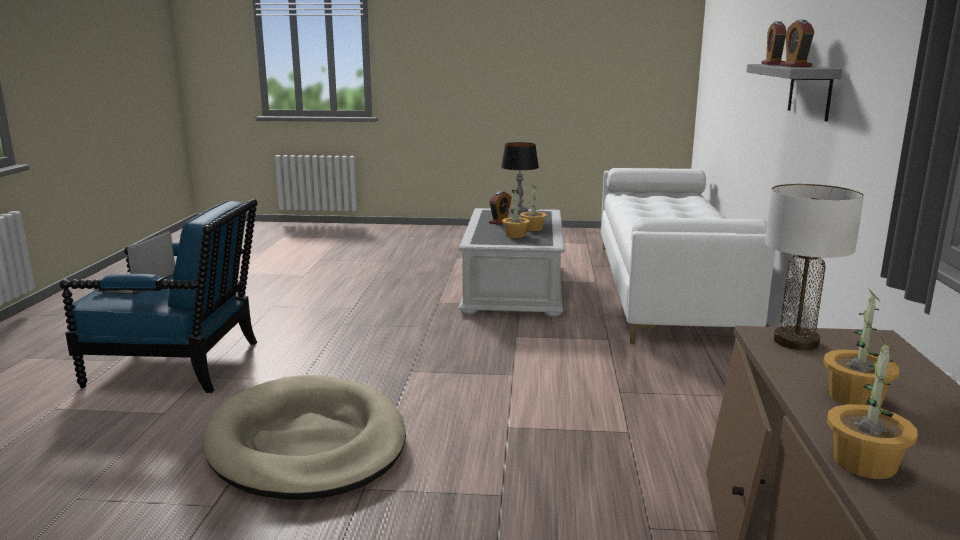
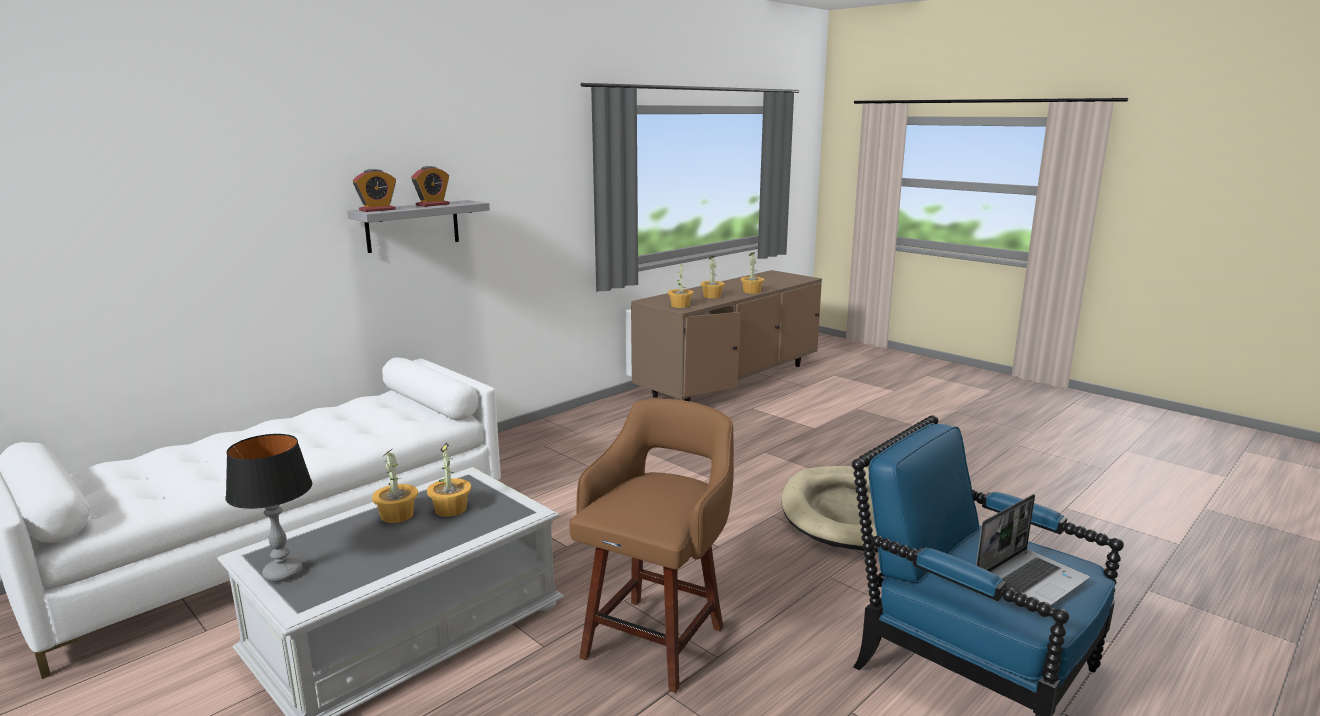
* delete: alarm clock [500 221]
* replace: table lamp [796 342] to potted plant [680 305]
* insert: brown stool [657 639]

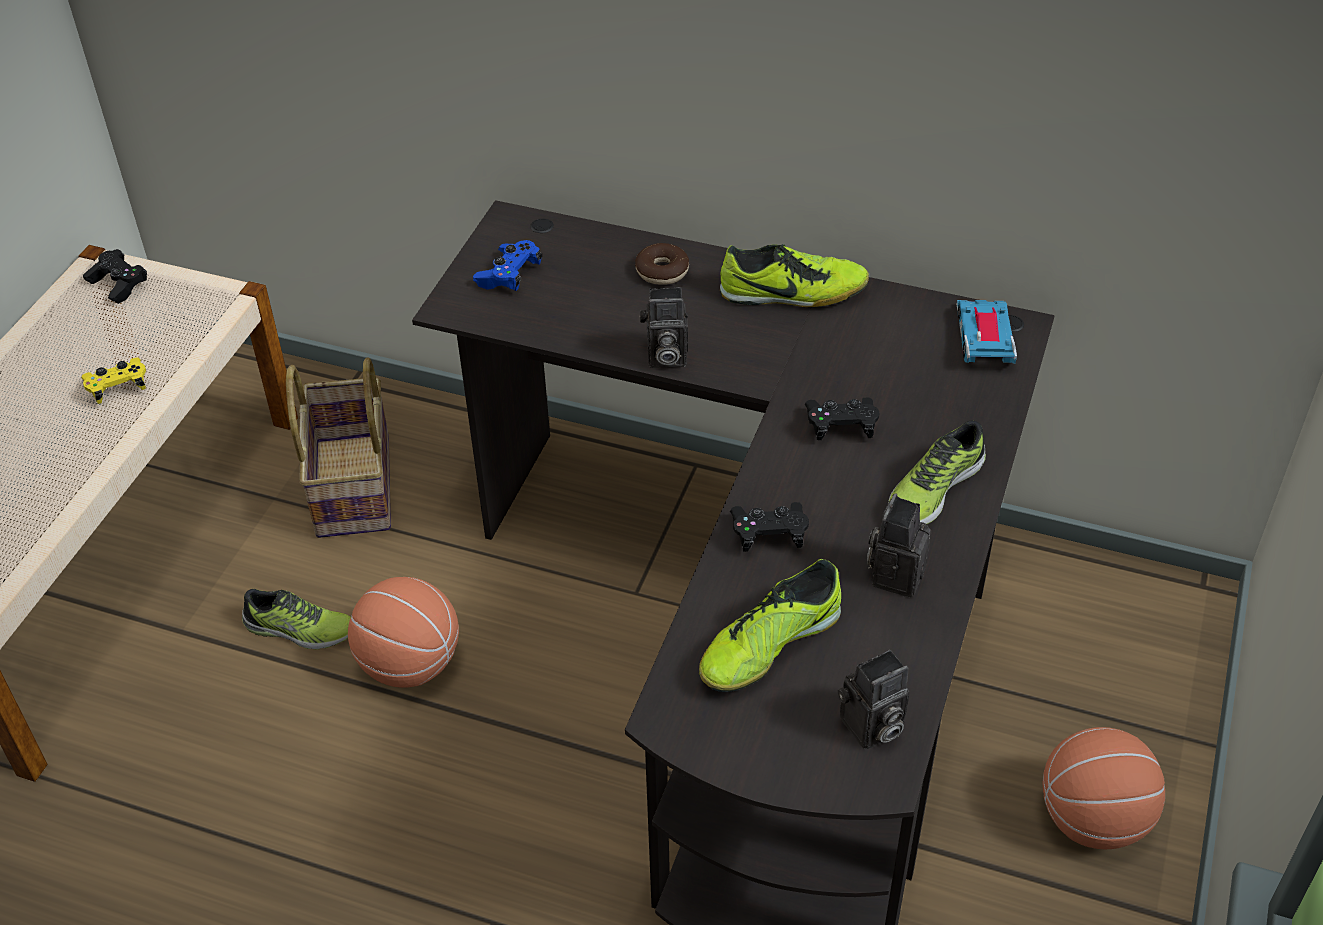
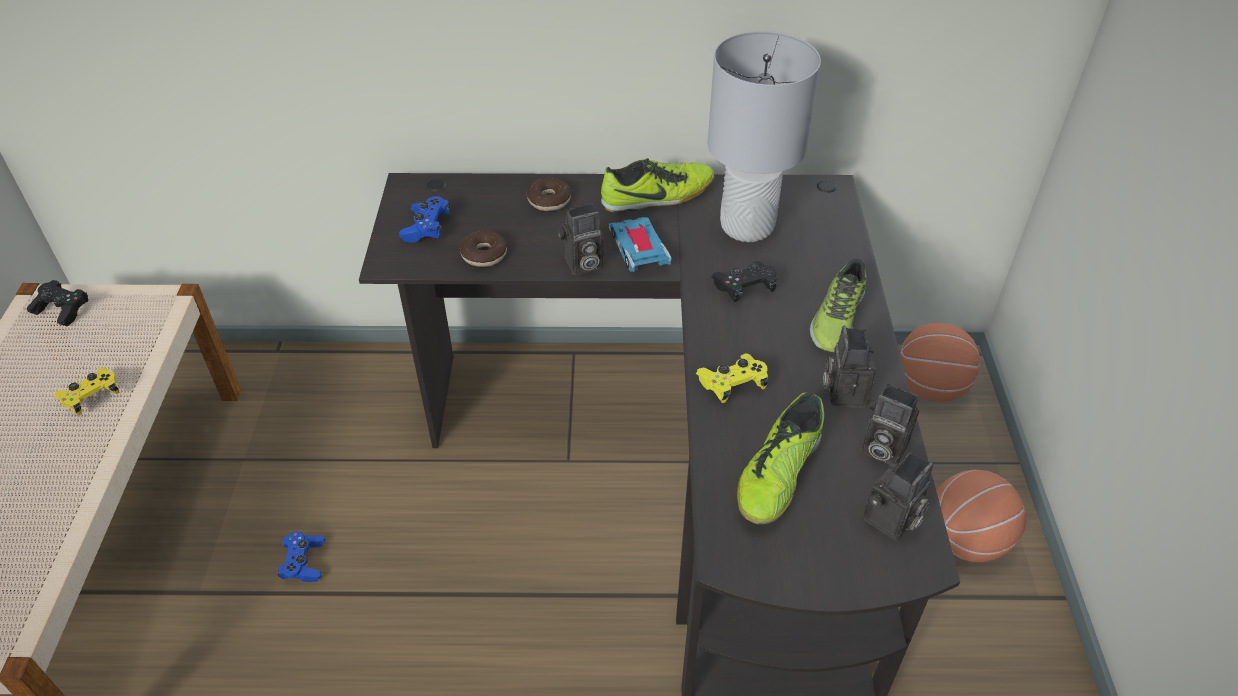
* replace: shoe [299 630] to blue game controller [304 563]
* delete: basket [351 485]
* move: basketball [411 664] to [930 388]
* recolor: black game controller [769 535] to yellow game controller [732 385]
* move: toy car [984 337] to [638 248]
* insert: donut [484 255]
* insert: grey table lamp [746 231]
* insert: photo camera [881 448]

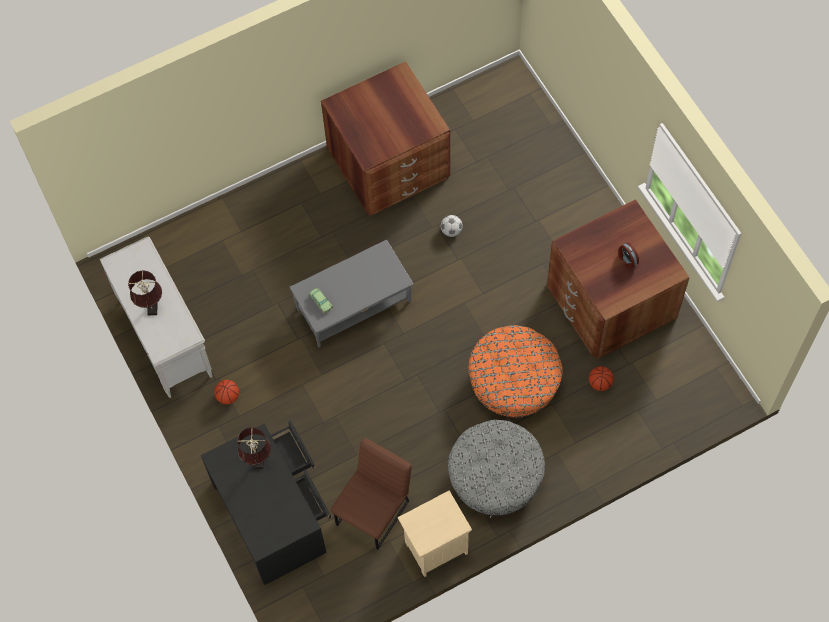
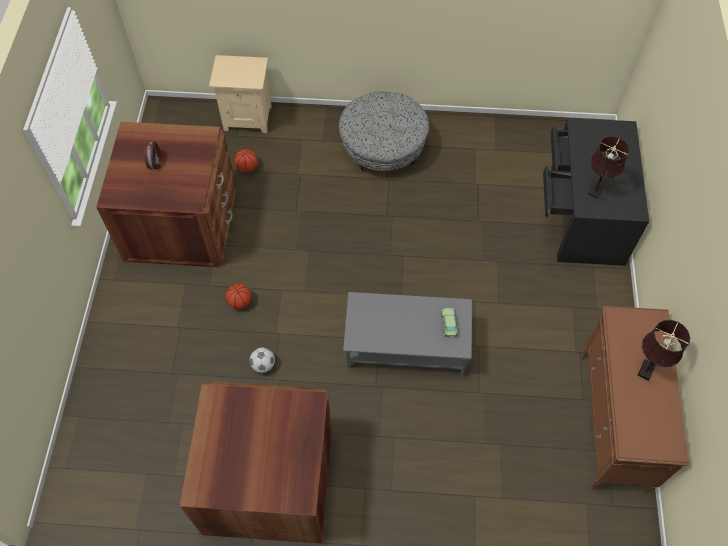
* recolor: white dresser [166 338] to brown dresser [612 422]
* move: basketball [228 396] to [240 302]
* delete: brown chair [374 511]
* move: beige nightstand [434 547] to [248 119]
* delete: orange ottoman [514 383]

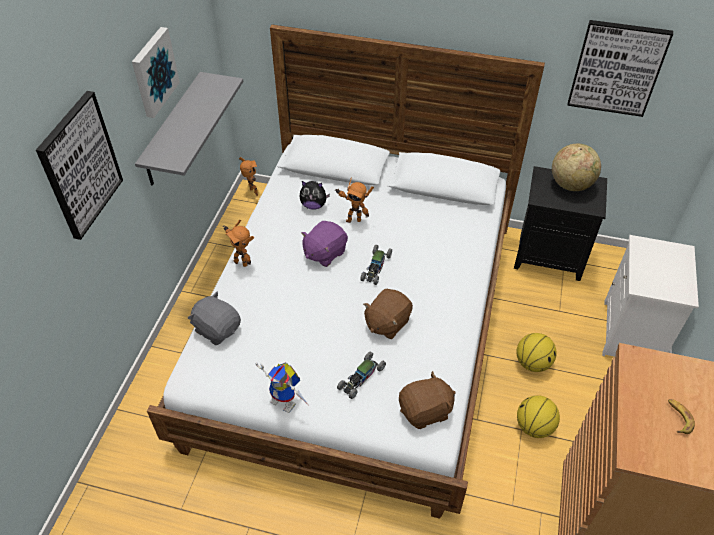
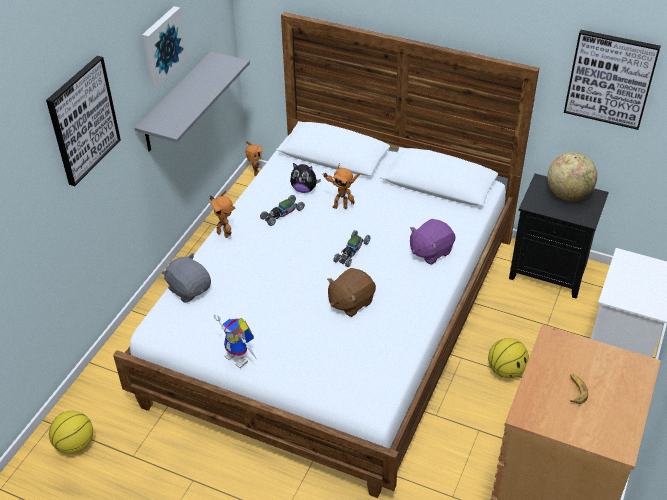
* move: purple plush toy [324 253] to [430 251]
* move: toy car [361 378] to [282 214]
* delete: brown plush toy [425 411]
* move: basketball [534 427] to [75 444]

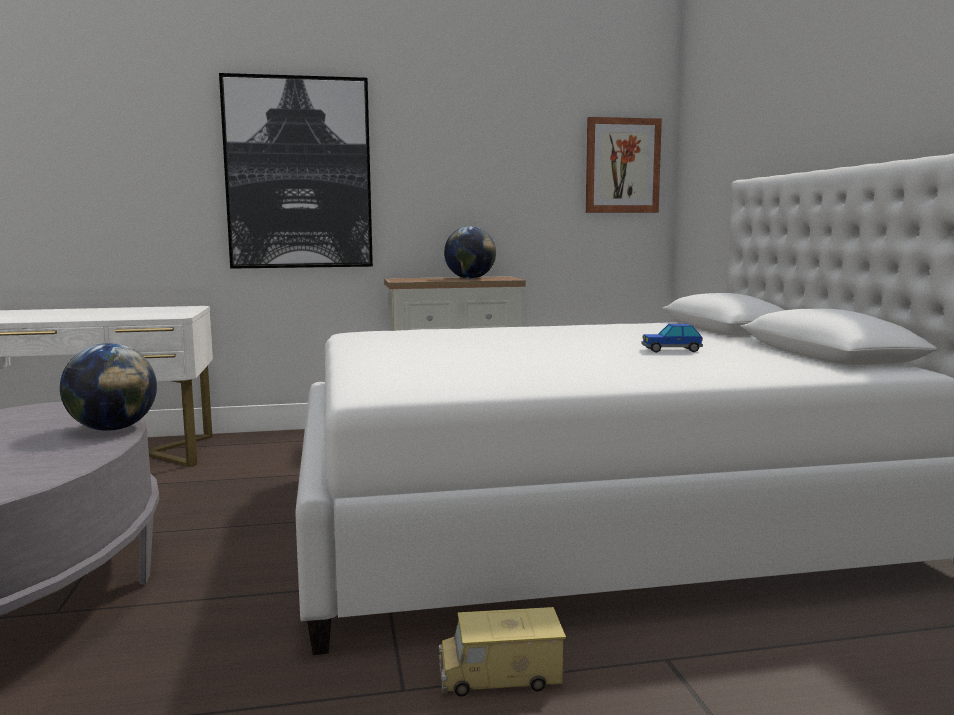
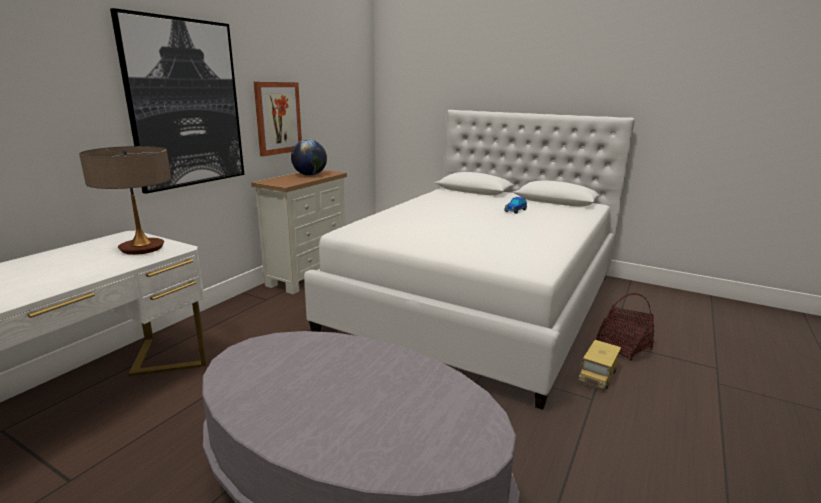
* delete: globe [112 429]
* move: picture [622 166] to [278 118]
* insert: table lamp [142 248]
* insert: basket [623 347]

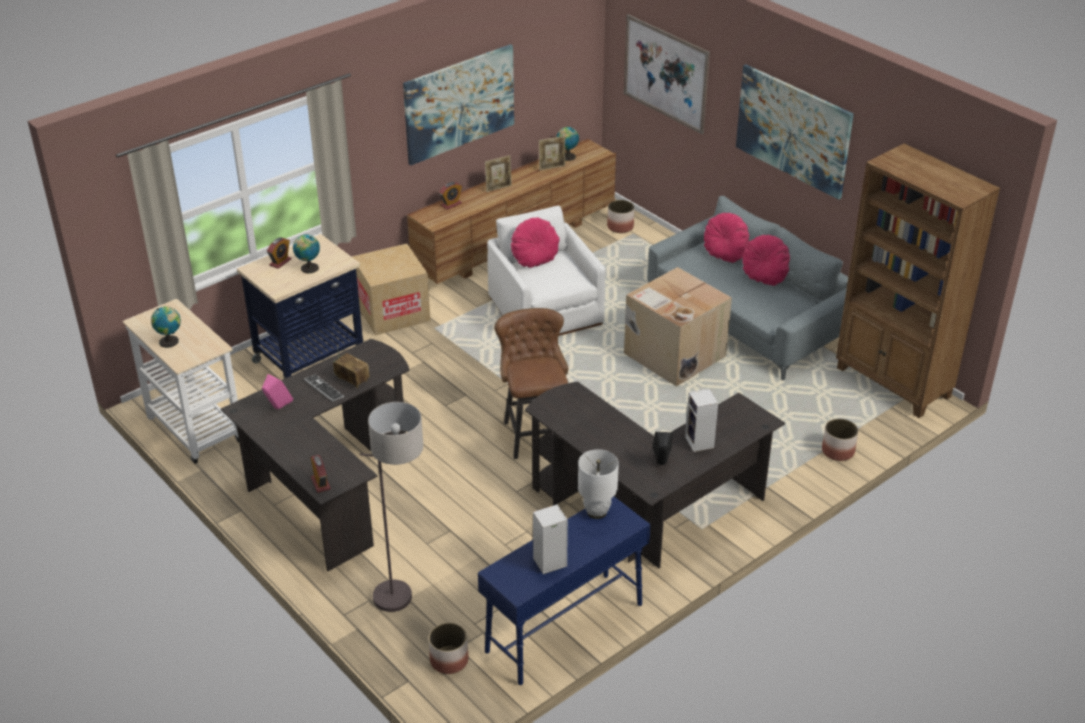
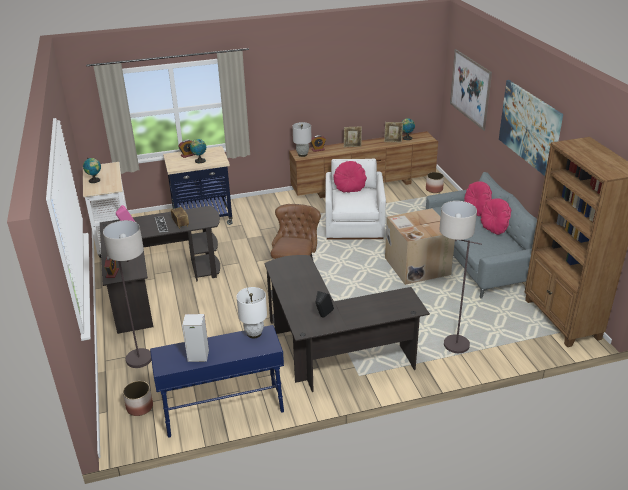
* delete: cardboard box [393 312]
* delete: picture [459 103]
* delete: speaker [700 443]
* delete: planter [837 451]
* insert: white table lamp [302 154]
* insert: grey floor lamp [448 343]

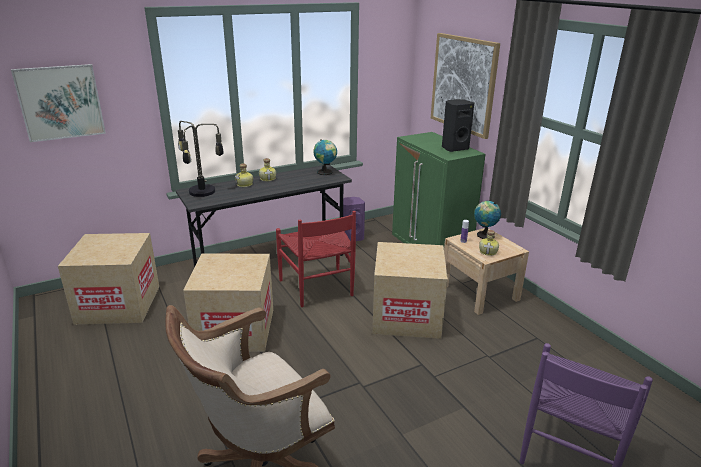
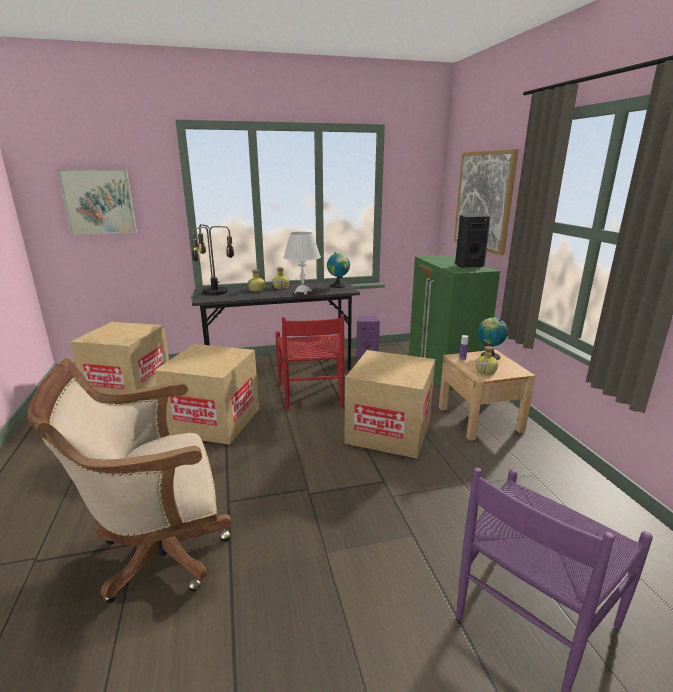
* insert: white table lamp [303 292]

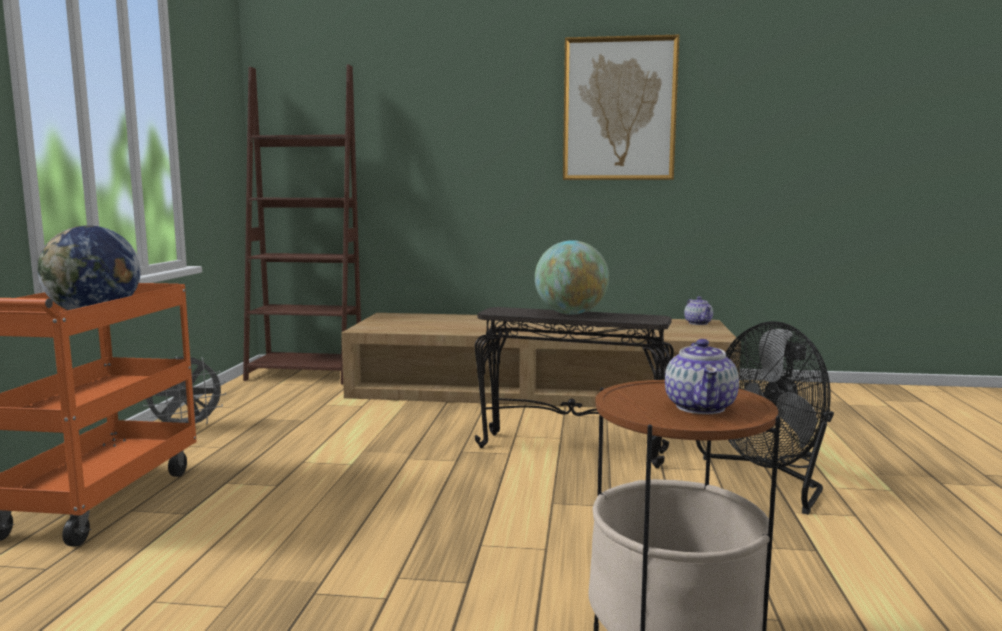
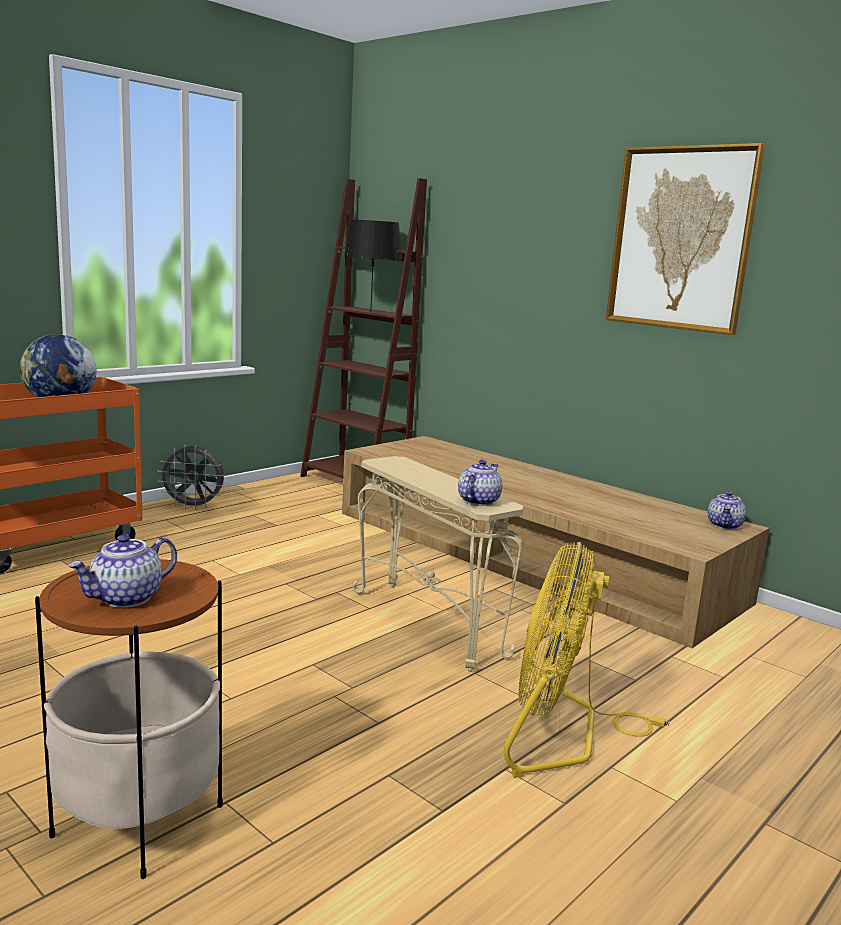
* recolor: black side table [570 450] to beige side table [426 624]
* delete: globe [571 314]
* recolor: black fan [771 477] to yellow fan [564 727]
* insert: black table lamp [370 311]
* insert: teapot [478 501]

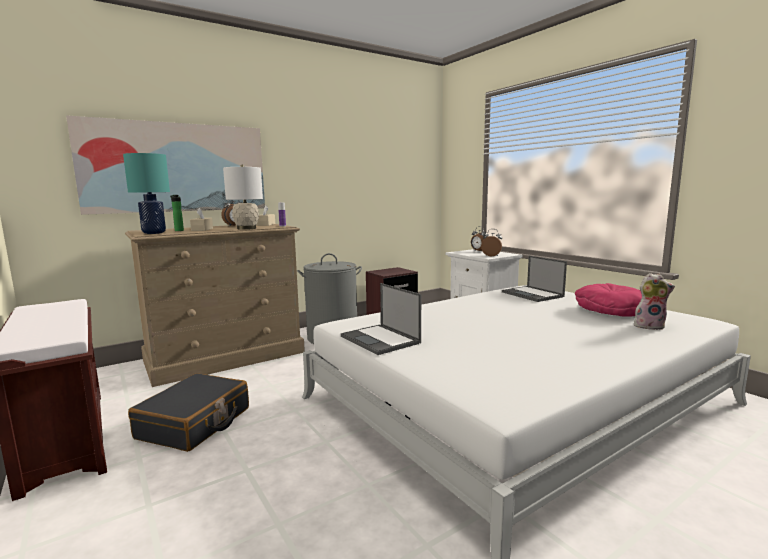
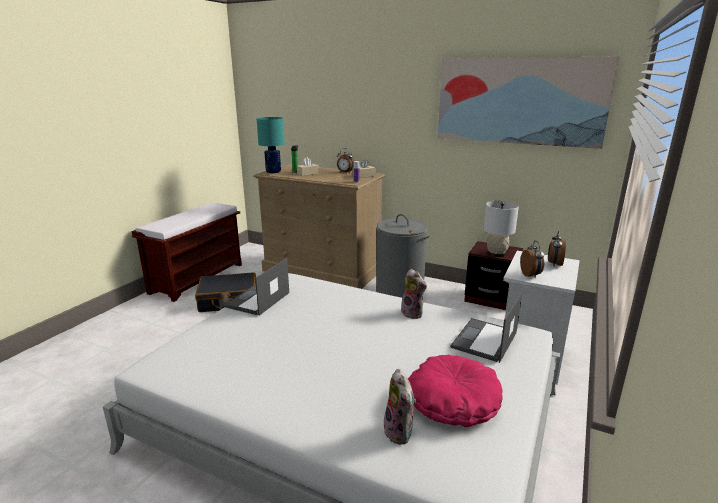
* move: picture [177 167] to [519 101]
* move: white table lamp [247 228] to [496 254]
* insert: plush toy [413 313]

